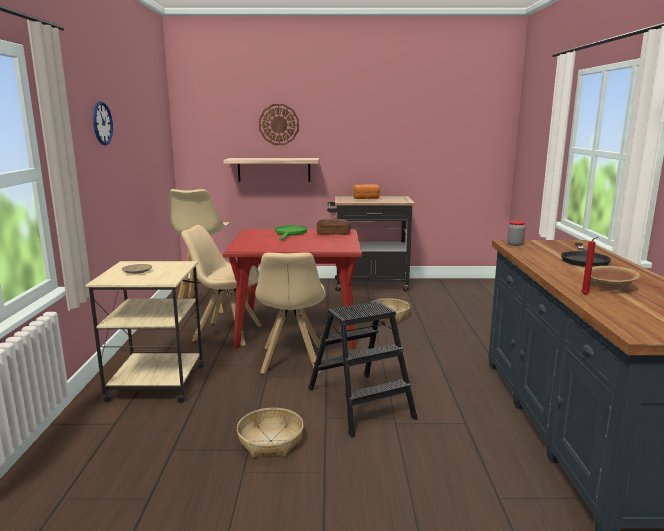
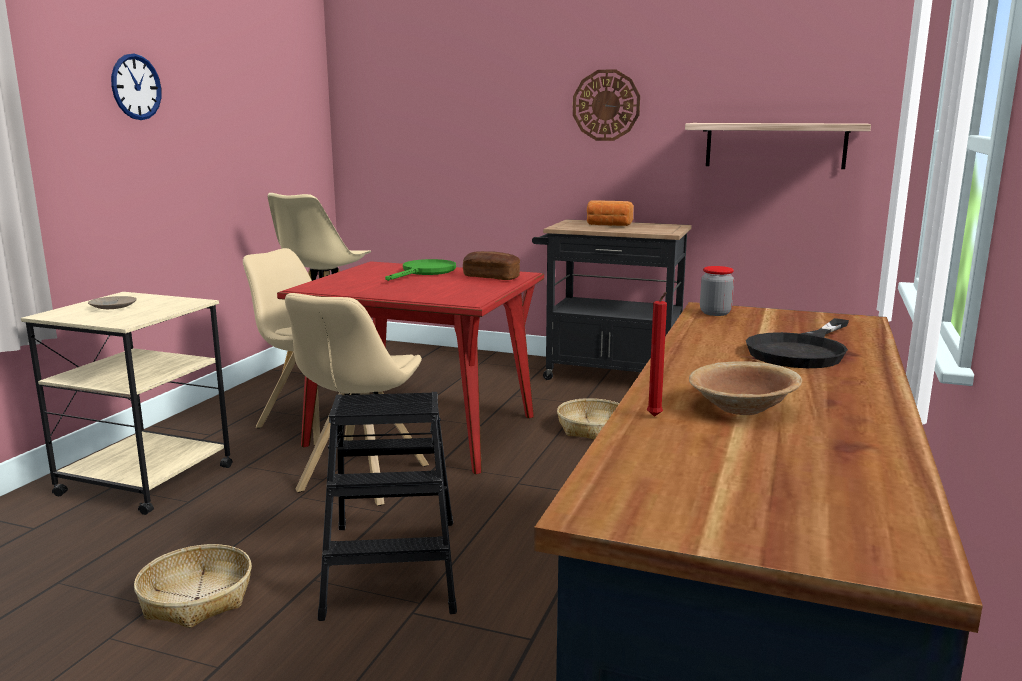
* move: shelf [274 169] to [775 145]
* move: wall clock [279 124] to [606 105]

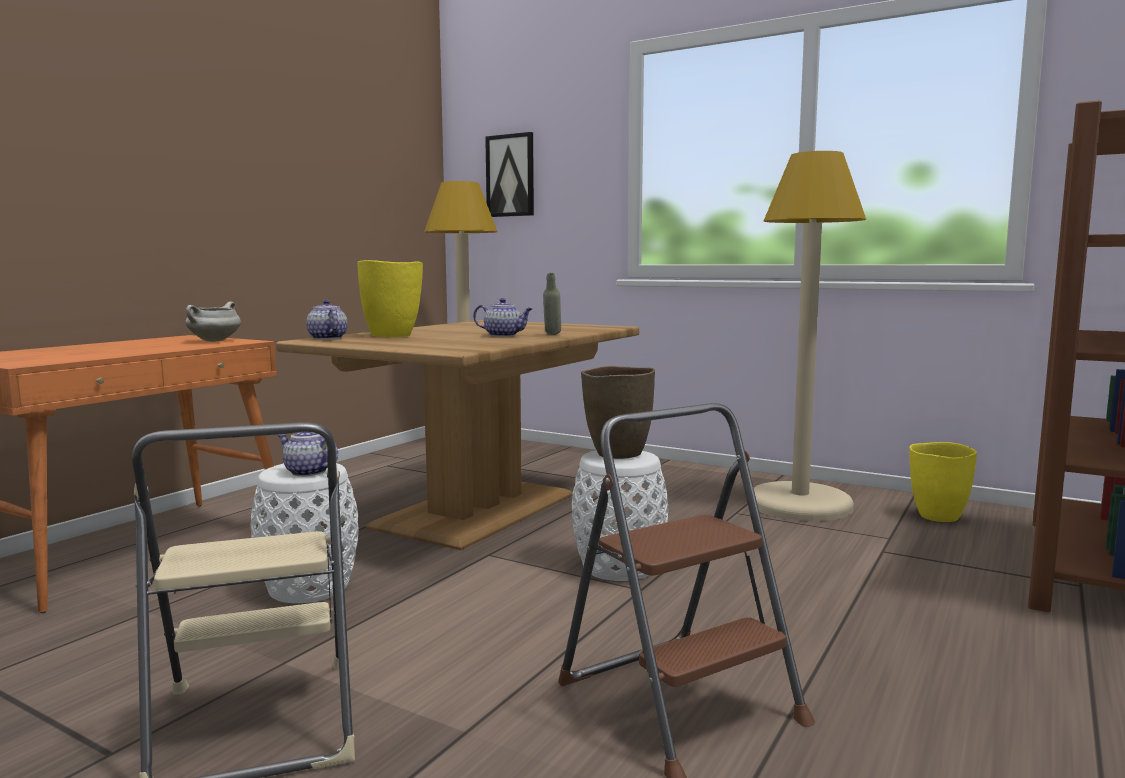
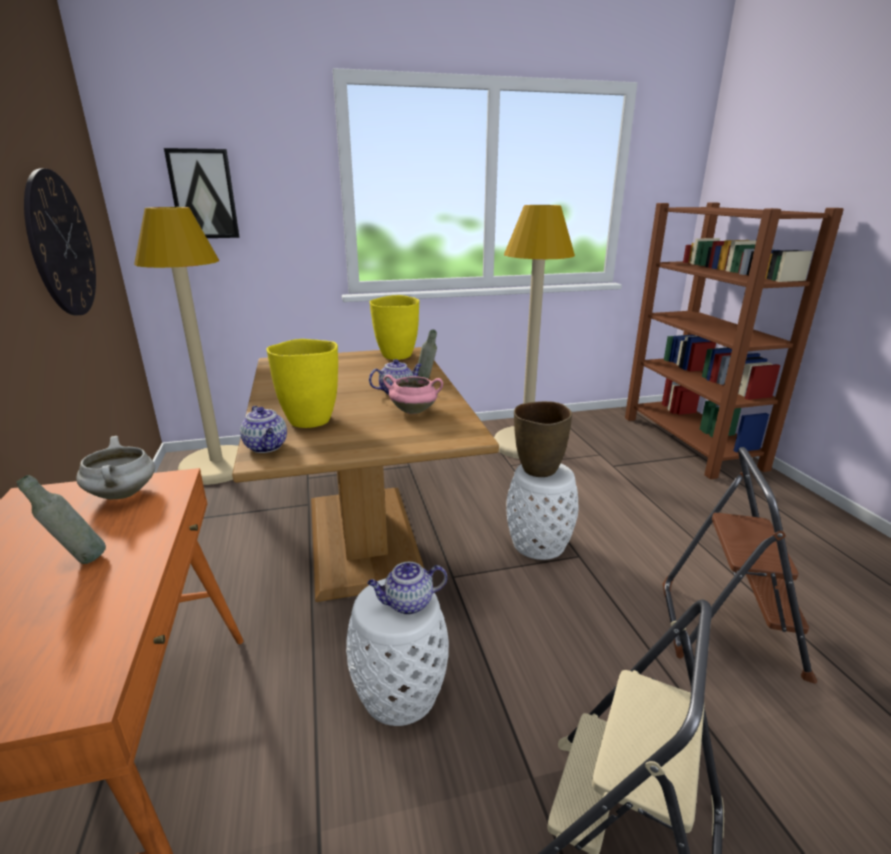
* rotate: teapot [327 338] = [267 447] 135 degrees counterclockwise
* move: yellow vase [938 517] to [397 356]
* insert: grey bottle [79 562]
* insert: wall clock [61 245]
* insert: pink cooking pot [414 411]

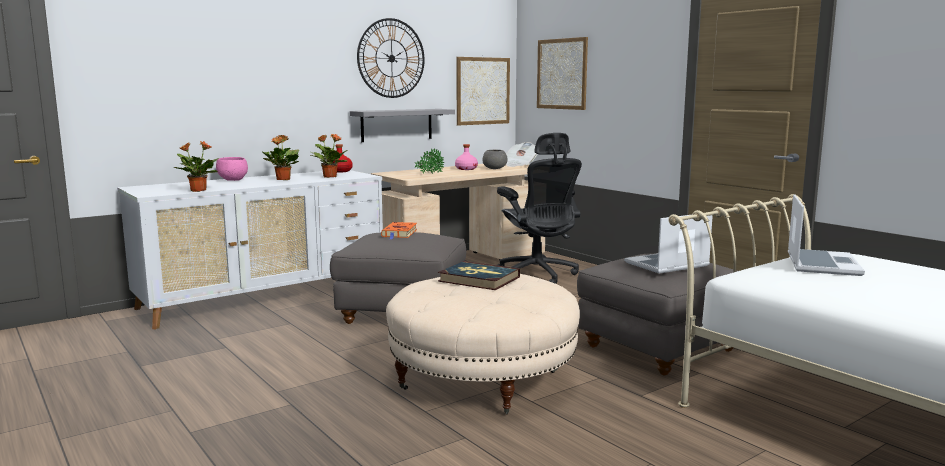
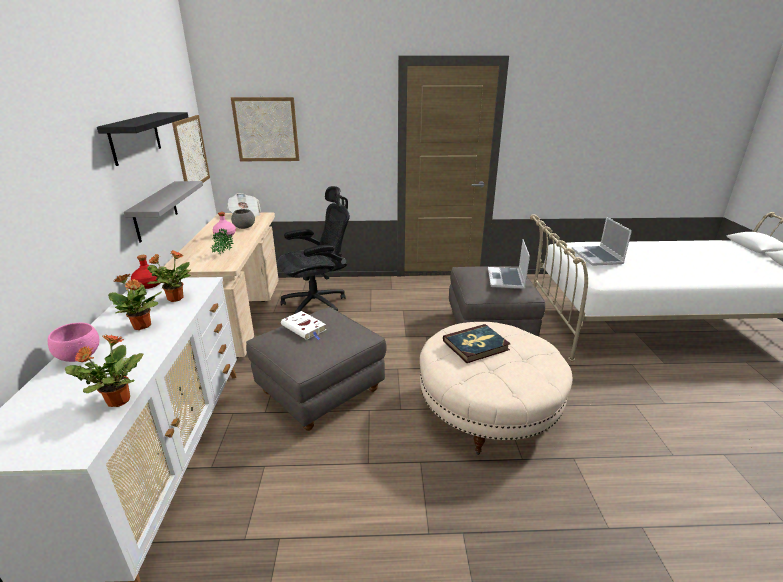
* replace: wall clock [391 58] to black shelf [135 137]
* recolor: orange book [399 233] to white book [305 328]
* rotate: office chair [537 276] = [318 305] 45 degrees counterclockwise
* rotate: laptop [821 264] = [597 257] 150 degrees counterclockwise

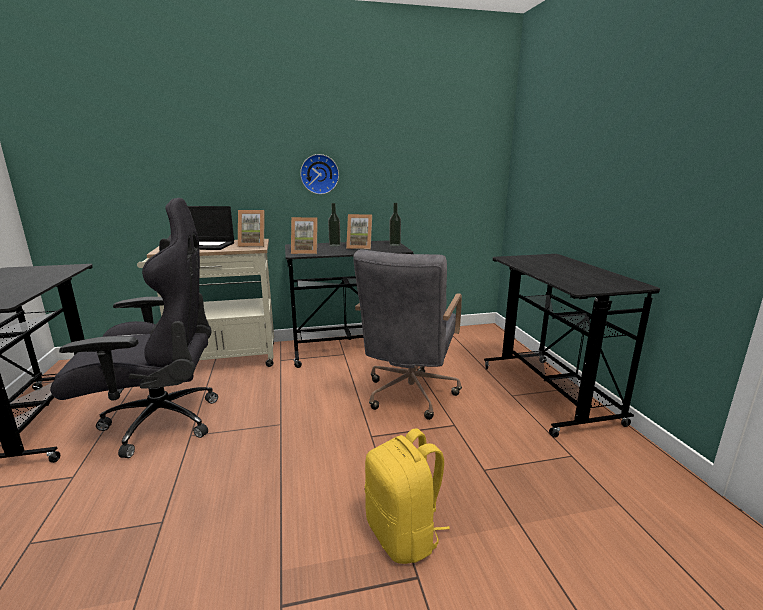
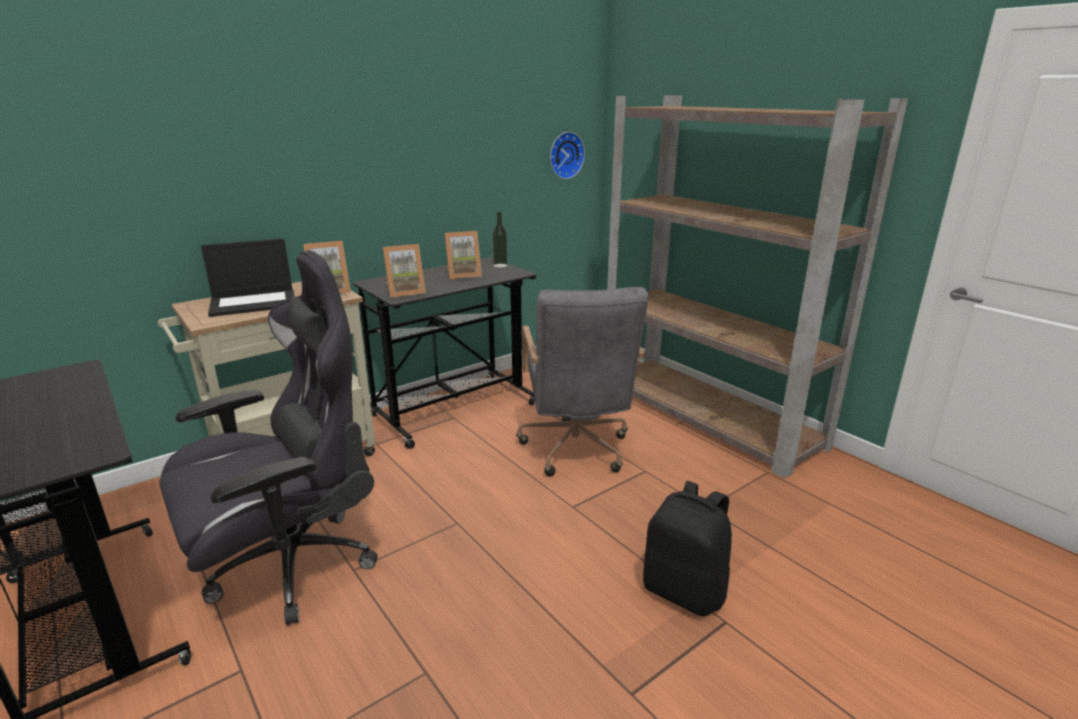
* move: wall clock [319 174] to [565 155]
* delete: bottle [334 245]
* recolor: yellow backpack [403 534] to black backpack [685 591]
* replace: black desk [548 394] to brown bookcase [706 415]

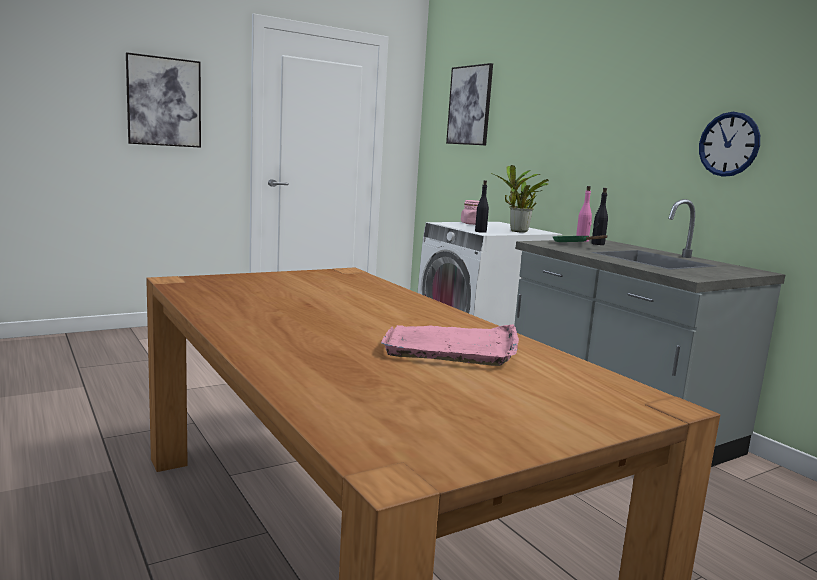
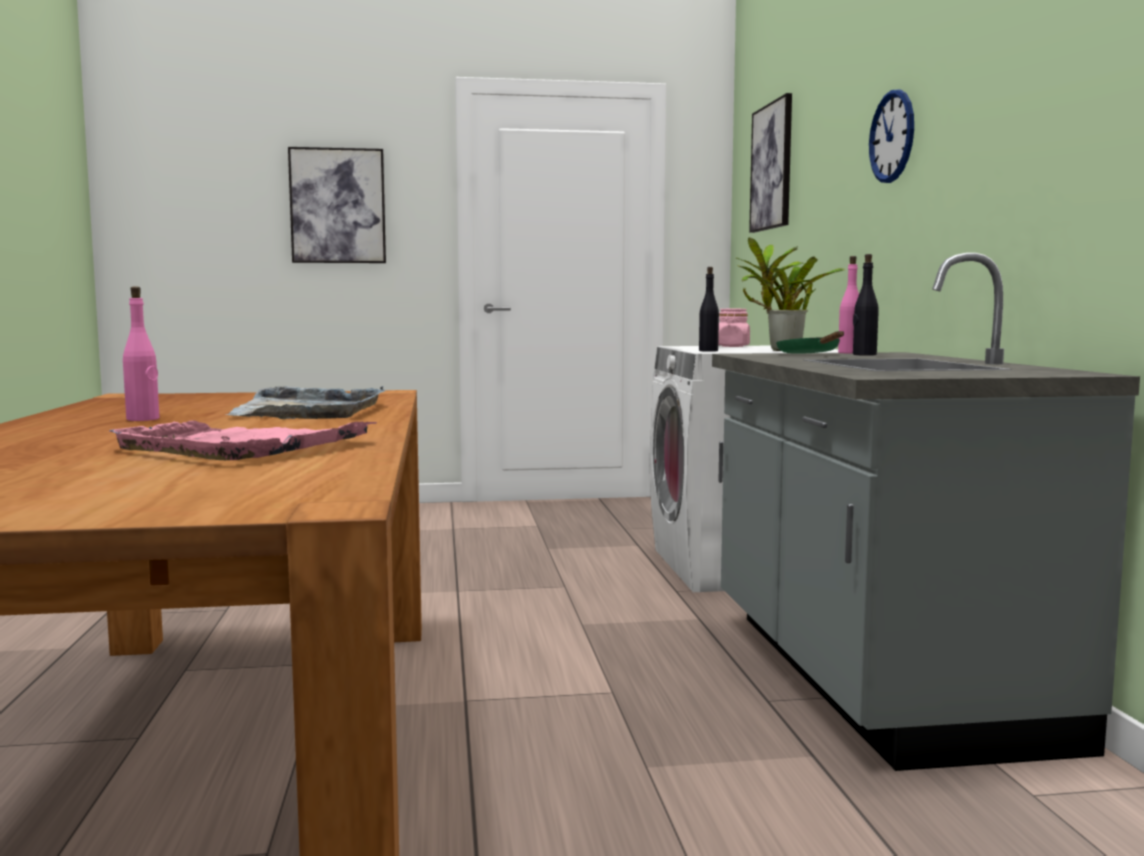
* move: wall clock [729 144] to [892 136]
* insert: pink bottle [143 419]
* insert: grey tray [308 411]

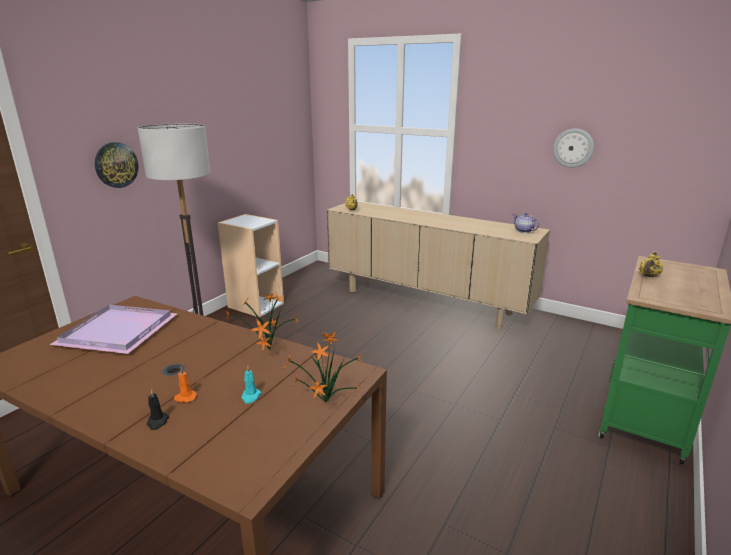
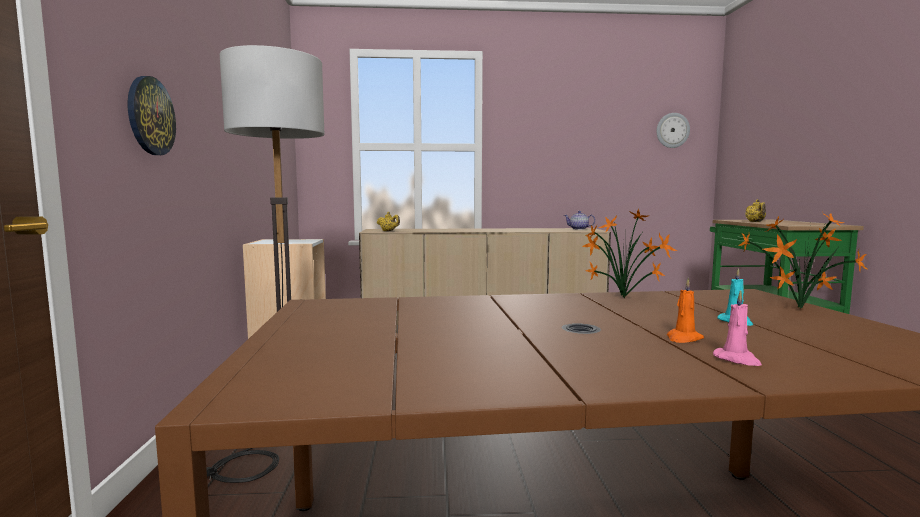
* delete: purple tray [120 331]
* recolor: black candle [157 422] to pink candle [737 360]
* move: wall clock [573 148] to [672 130]

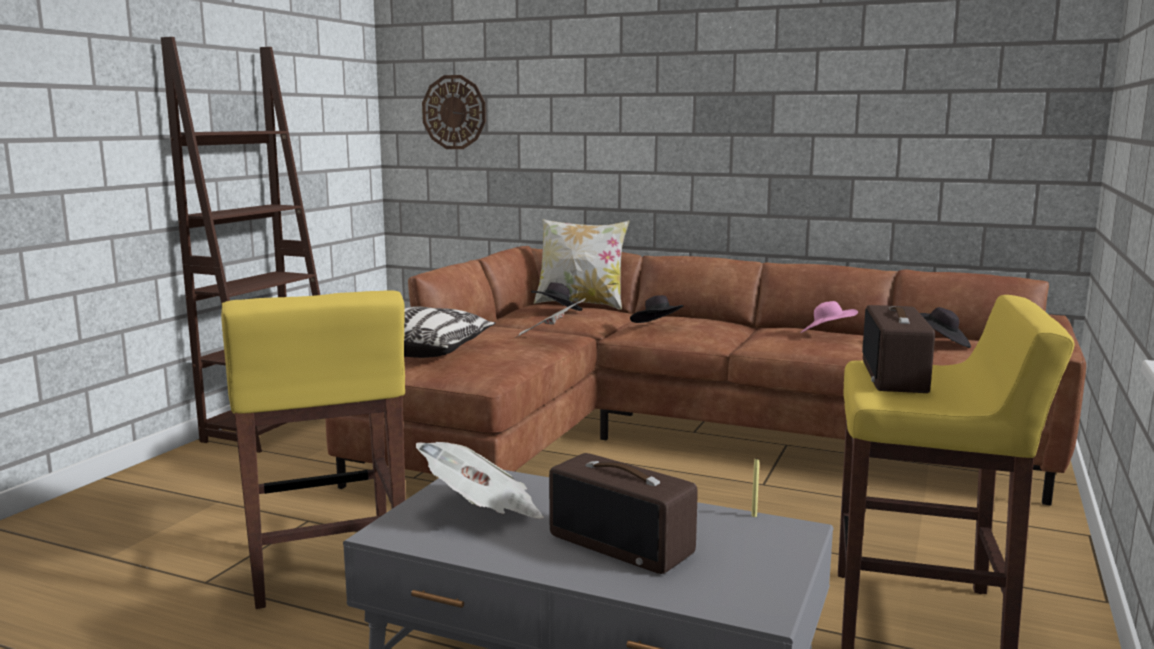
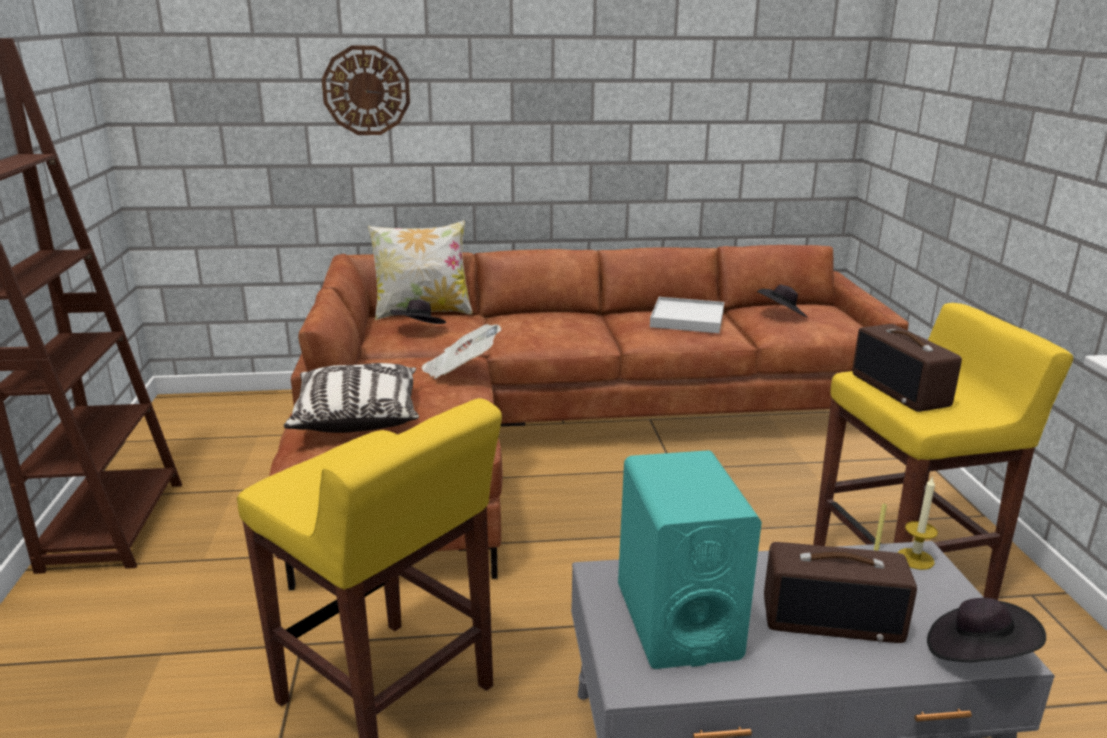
* replace: newspaper [483 511] to turquoise speaker [677 620]
* move: wall clock [454 112] to [366 91]
* move: black hat [657 327] to [976 654]
* replace: pink hat [826 335] to white tray [687 319]
* insert: candle [915 559]

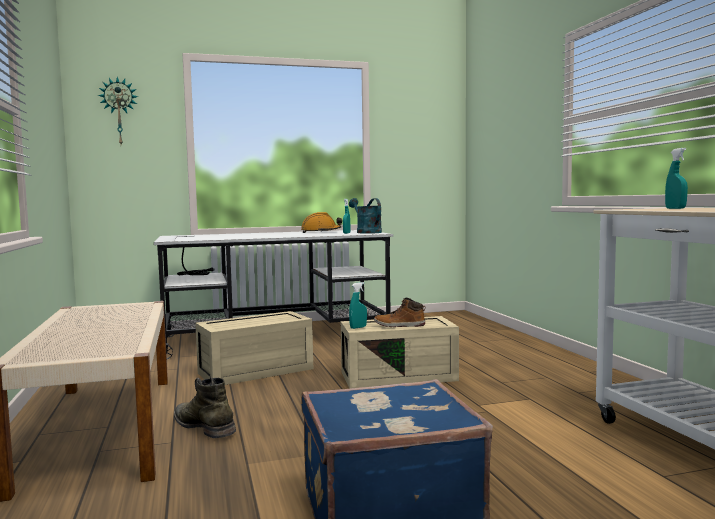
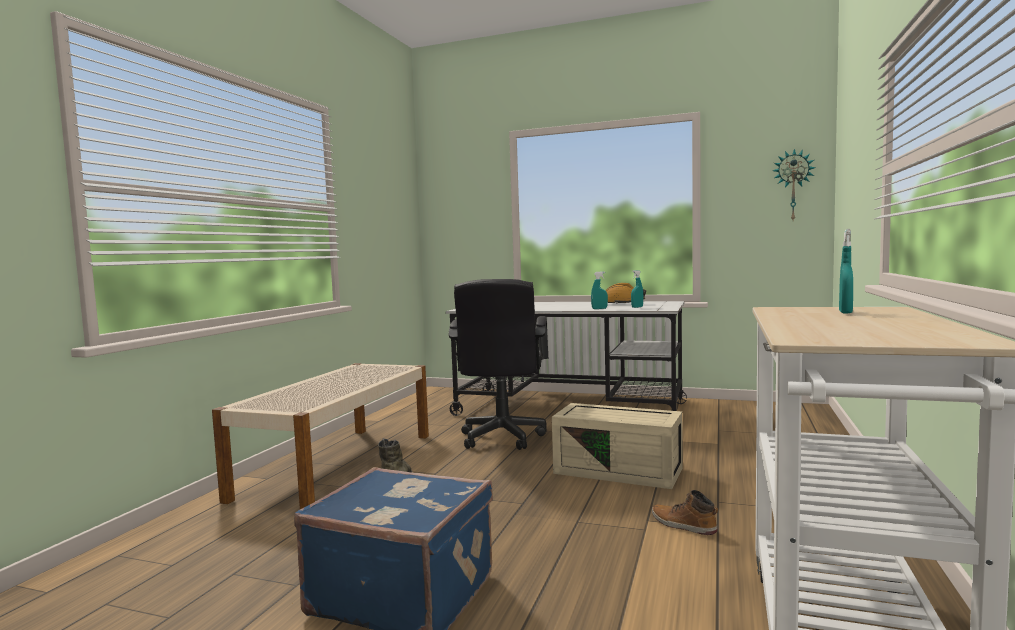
* move: wall clock [119 112] to [793 185]
* replace: beige storage box [255 371] to black office chair [502 440]
* delete: turquoise watering can [366 232]
* move: turquoise spray bottle [358 327] to [599 309]
* move: boot [399 325] to [683 525]

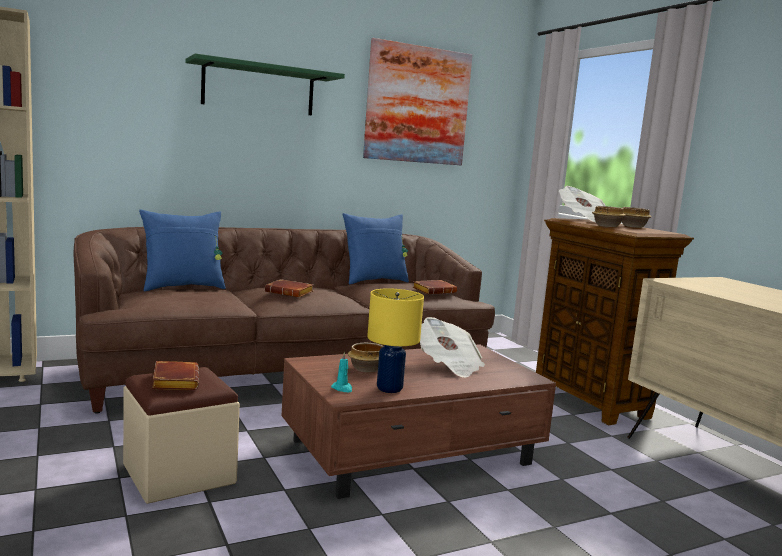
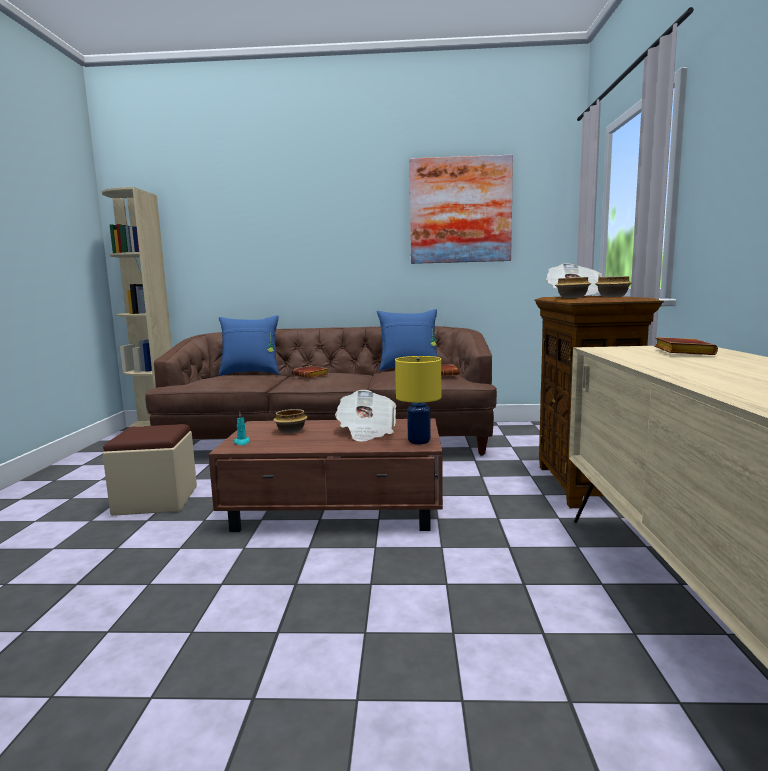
* move: brown book [173 381] to [680 352]
* delete: green shelf [259 89]
* move: yellow table lamp [388 389] to [418 442]

